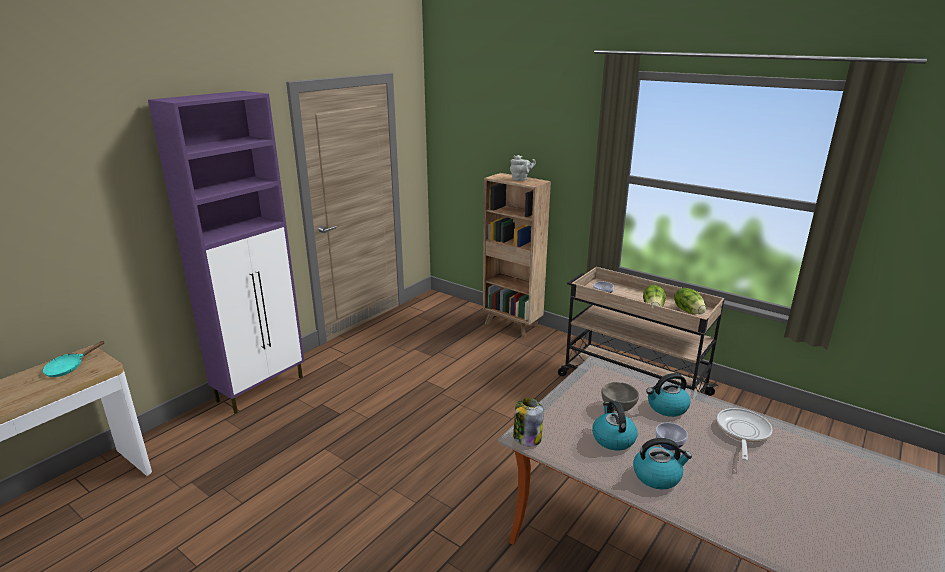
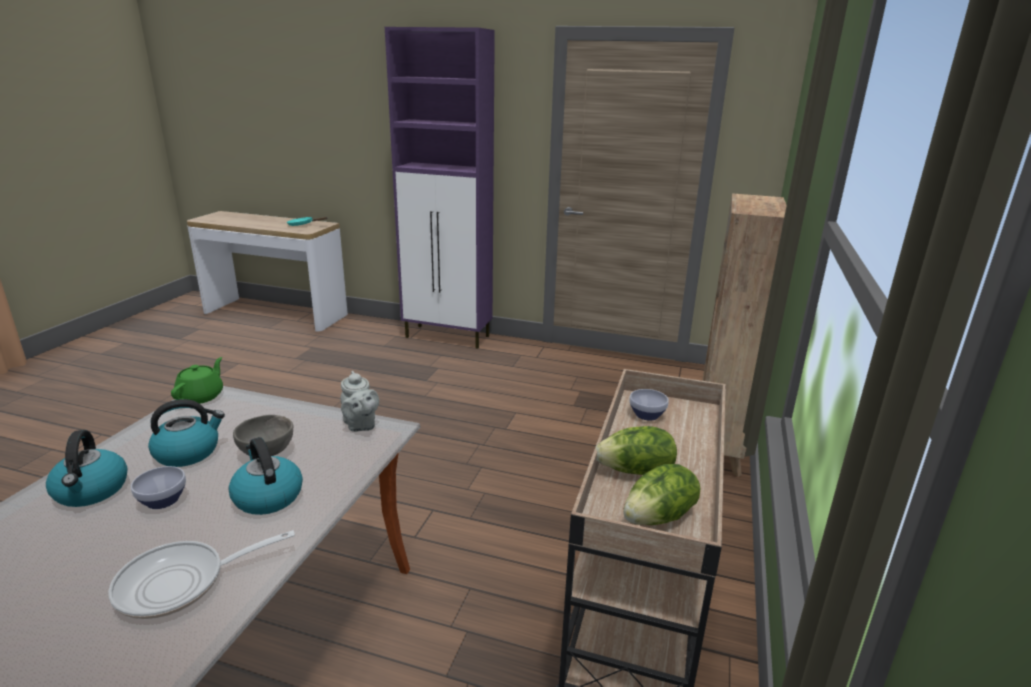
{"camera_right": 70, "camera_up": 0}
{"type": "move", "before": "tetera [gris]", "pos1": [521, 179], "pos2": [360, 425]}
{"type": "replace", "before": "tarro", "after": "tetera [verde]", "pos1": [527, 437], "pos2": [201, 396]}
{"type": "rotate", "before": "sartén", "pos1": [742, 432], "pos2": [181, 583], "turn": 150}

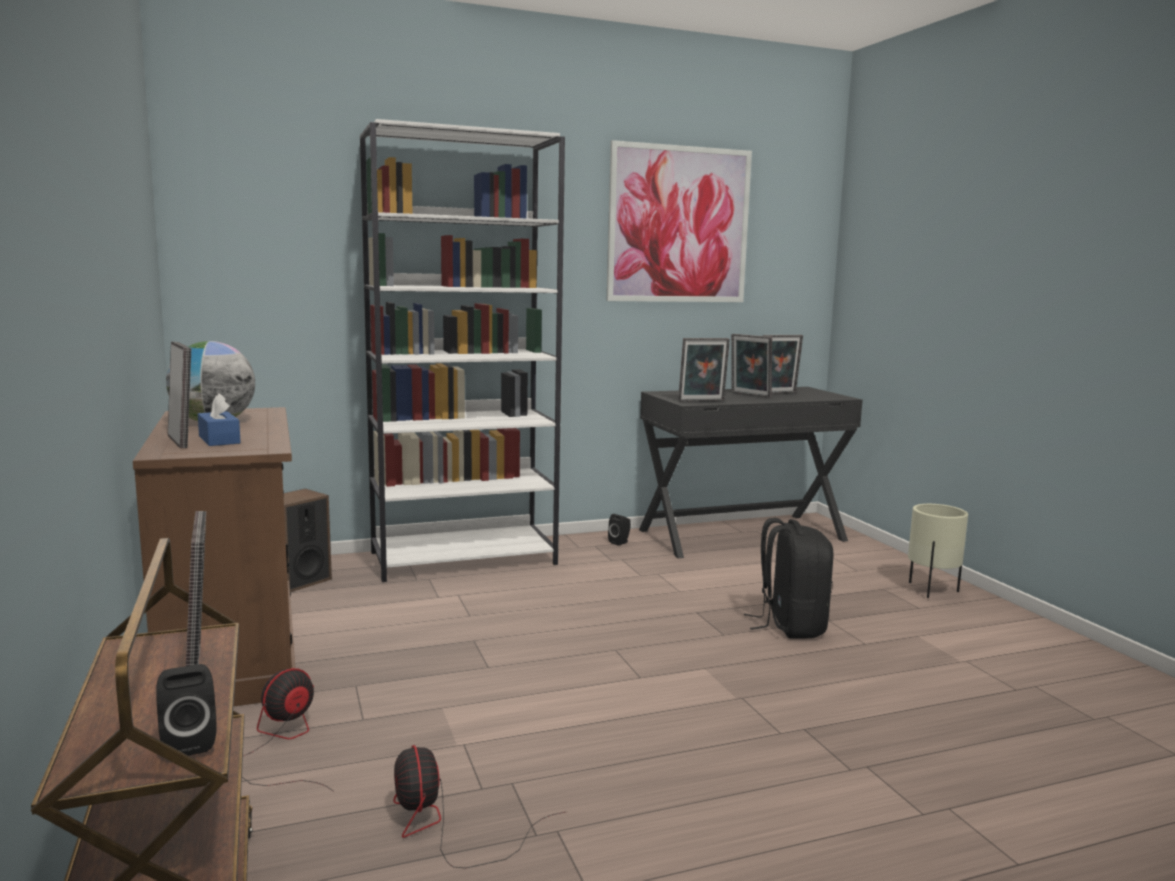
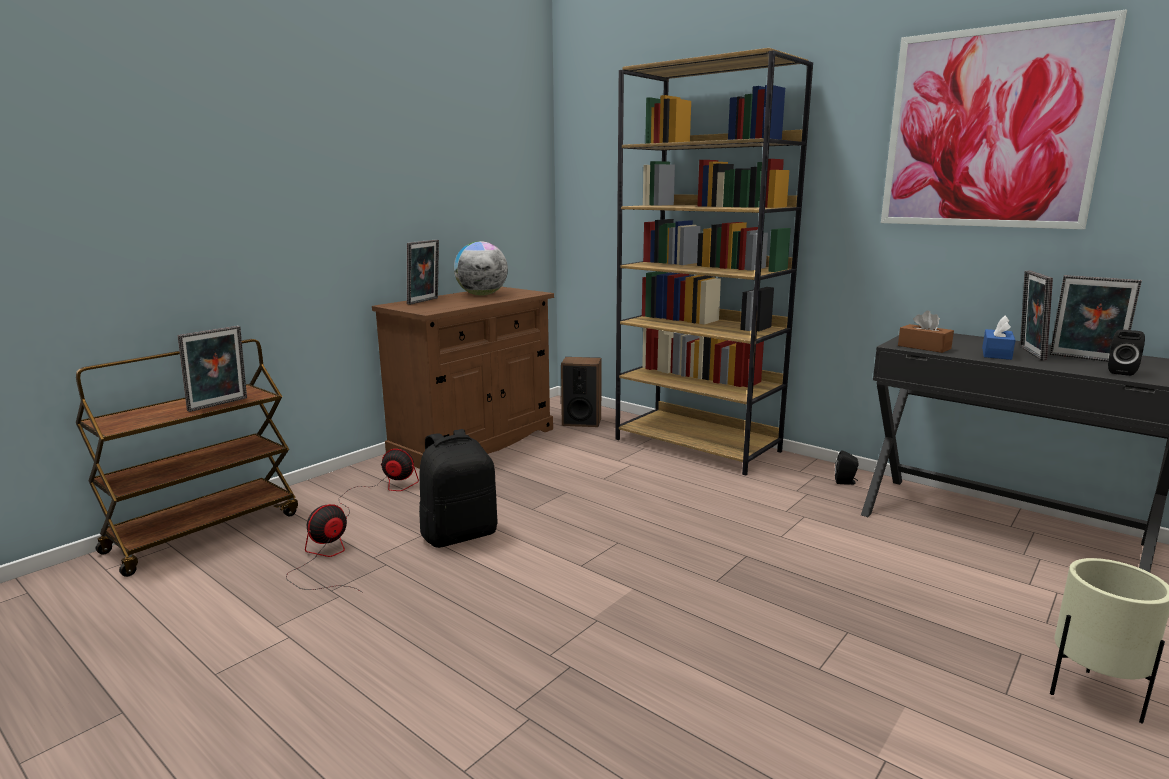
{"camera_right": 60, "camera_up": 5}
{"type": "move", "before": "altavoz [negro]", "pos1": [189, 742], "pos2": [1120, 371]}
{"type": "move", "before": "caja de pañuelos [azul]", "pos1": [219, 440], "pos2": [996, 353]}
{"type": "move", "before": "mochila [negro]", "pos1": [790, 626], "pos2": [460, 534]}
{"type": "replace", "before": "portarretratos", "after": "caja de pañuelos [marrón]", "pos1": [702, 401], "pos2": [924, 347]}
{"type": "recolor", "before": "estantería [blanco]", "after": "estantería [marrón]", "pos1": [464, 558], "pos2": [698, 445]}

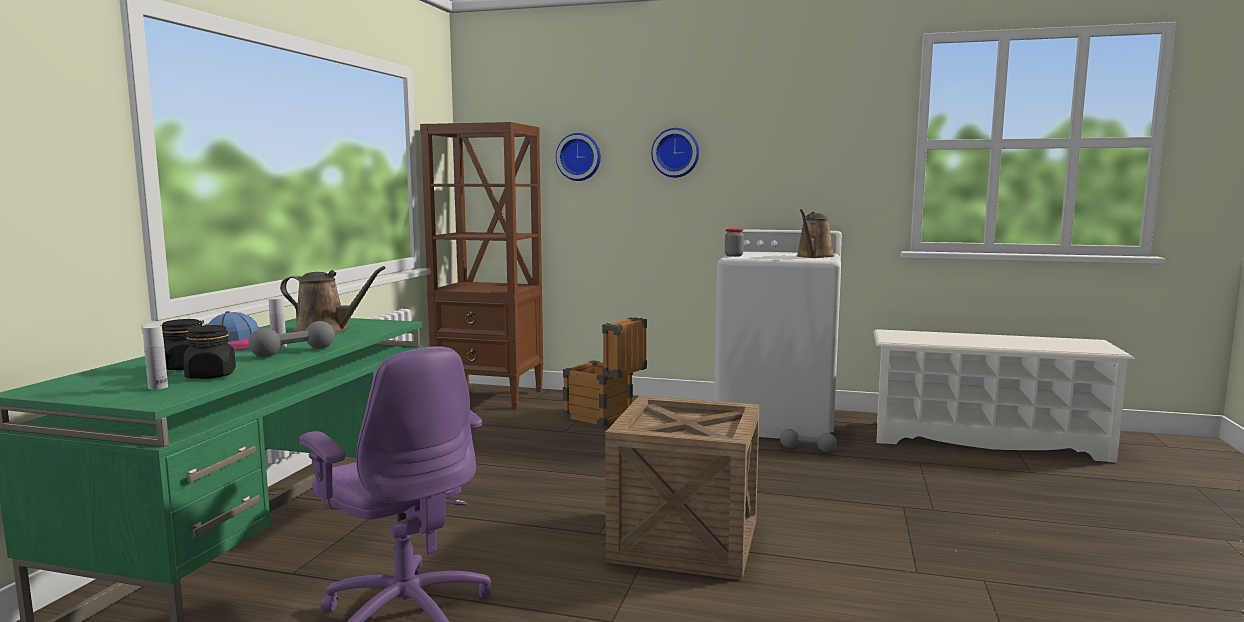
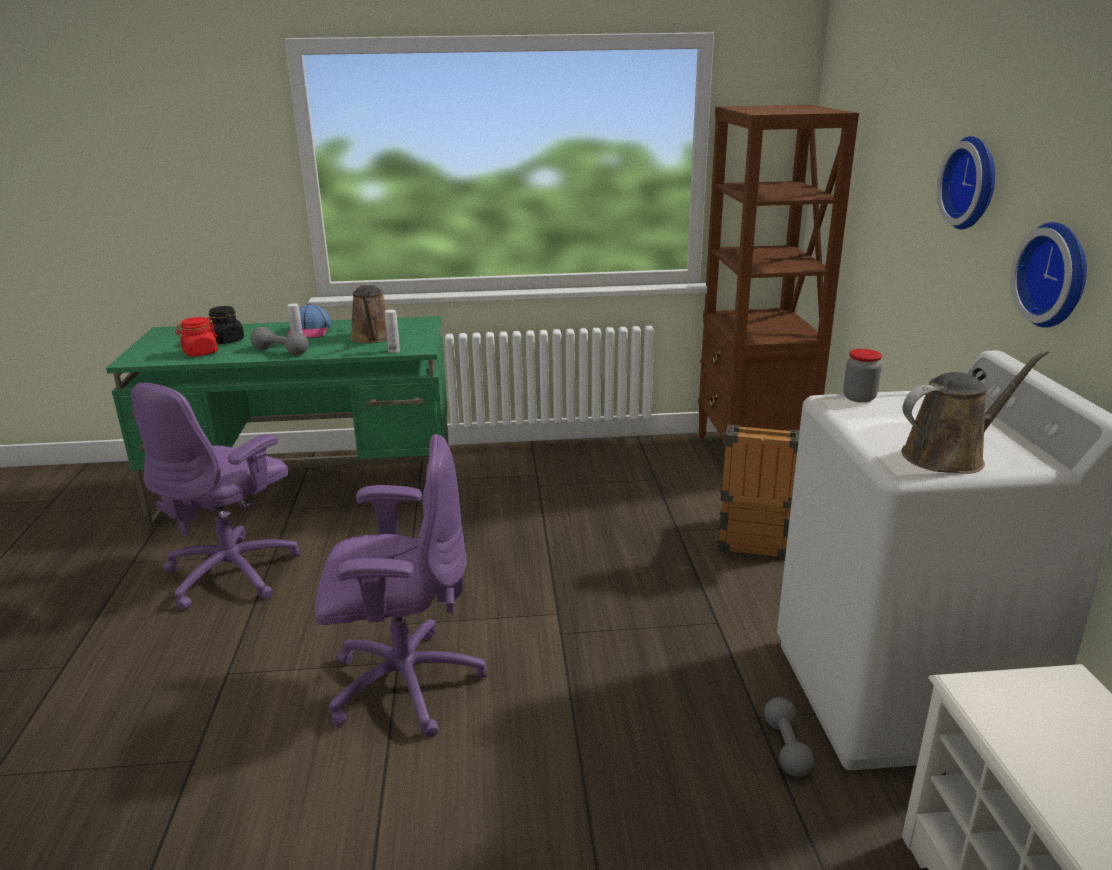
{"camera_right": 70, "camera_up": 15}
{"type": "move", "before": "botella [blanco]", "pos1": [158, 387], "pos2": [394, 350]}
{"type": "move", "before": "reloj de pared", "pos1": [579, 157], "pos2": [1057, 275]}
{"type": "replace", "before": "caja de embalaje", "after": "silla de oficina [morado]", "pos1": [685, 540], "pos2": [403, 684]}
{"type": "recolor", "before": "tarro [negro]", "after": "tarro [rojo]", "pos1": [211, 375], "pos2": [200, 353]}
{"type": "rotate", "before": "regadera [marrón]", "pos1": [814, 256], "pos2": [949, 456], "turn": 150}

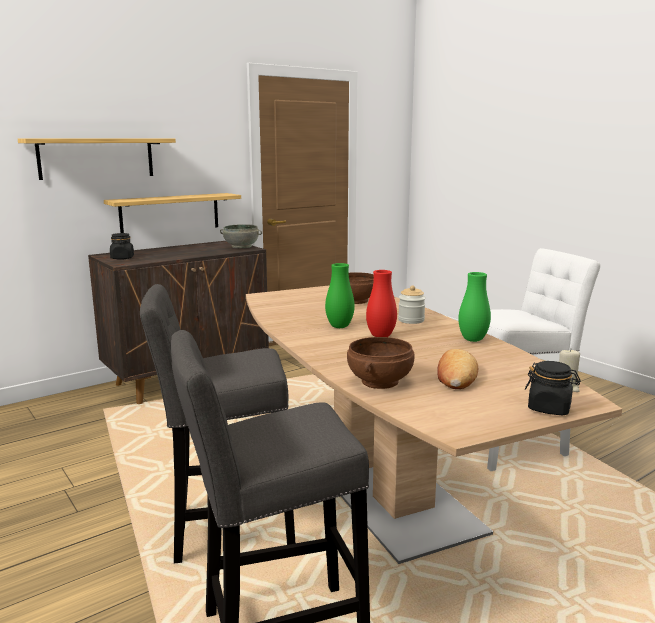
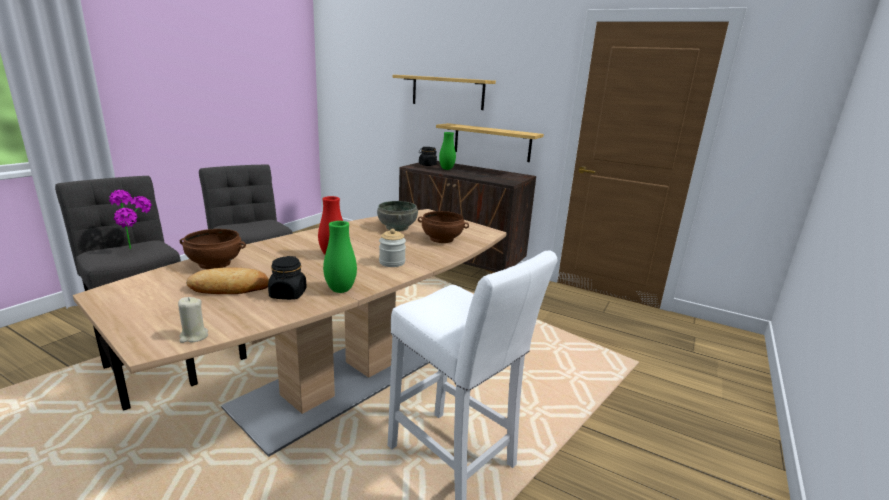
{"camera_right": 65, "camera_up": 5}
{"type": "insert", "after": "planta en maceta", "pos2": [138, 249]}
{"type": "move", "before": "cuenco [gris]", "pos1": [241, 246], "pos2": [397, 227]}
{"type": "move", "before": "florero [verde]", "pos1": [339, 326], "pos2": [446, 169]}
{"type": "move", "before": "tarro [negro]", "pos1": [549, 408], "pos2": [288, 294]}

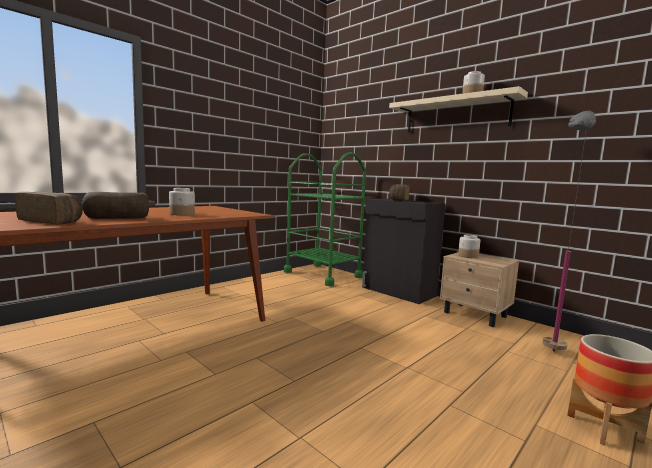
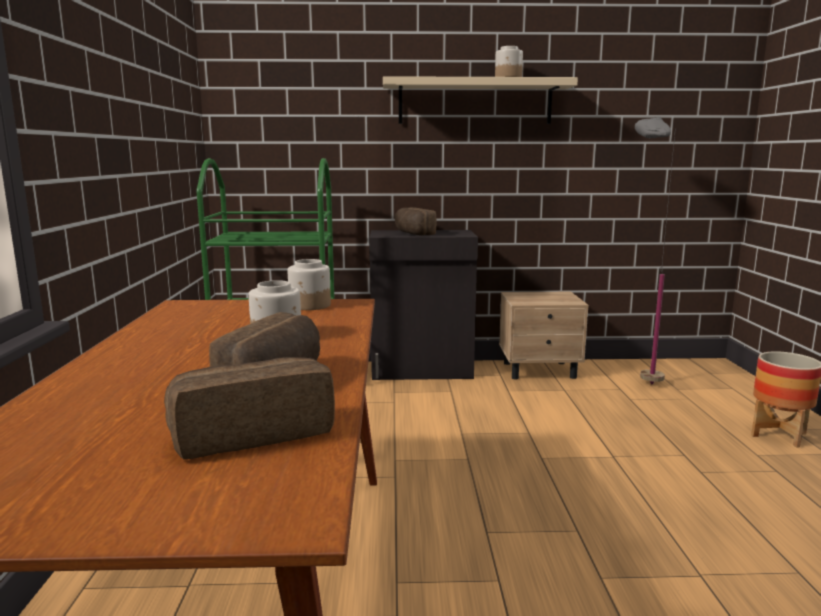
{"camera_right": -45, "camera_up": 5}
{"type": "move", "before": "tarro", "pos1": [468, 256], "pos2": [310, 305]}

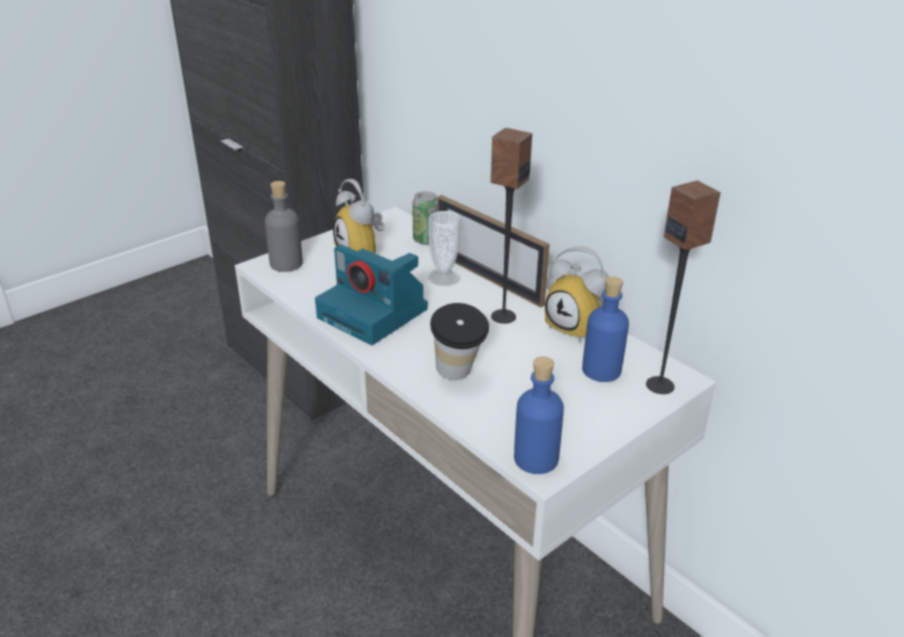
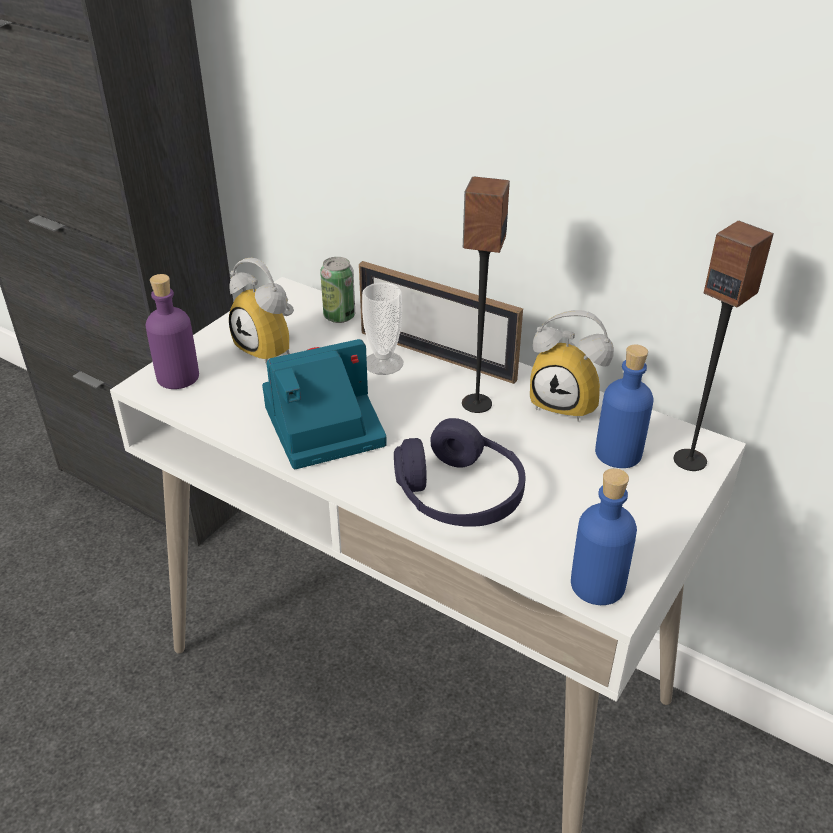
{"camera_right": -15, "camera_up": 5}
{"type": "replace", "before": "taza", "after": "auriculares [morado]", "pos1": [458, 377], "pos2": [459, 494]}
{"type": "recolor", "before": "botella [gris]", "after": "botella [morado]", "pos1": [286, 263], "pos2": [178, 377]}
{"type": "rotate", "before": "cámara", "pos1": [375, 314], "pos2": [321, 427], "turn": 135}

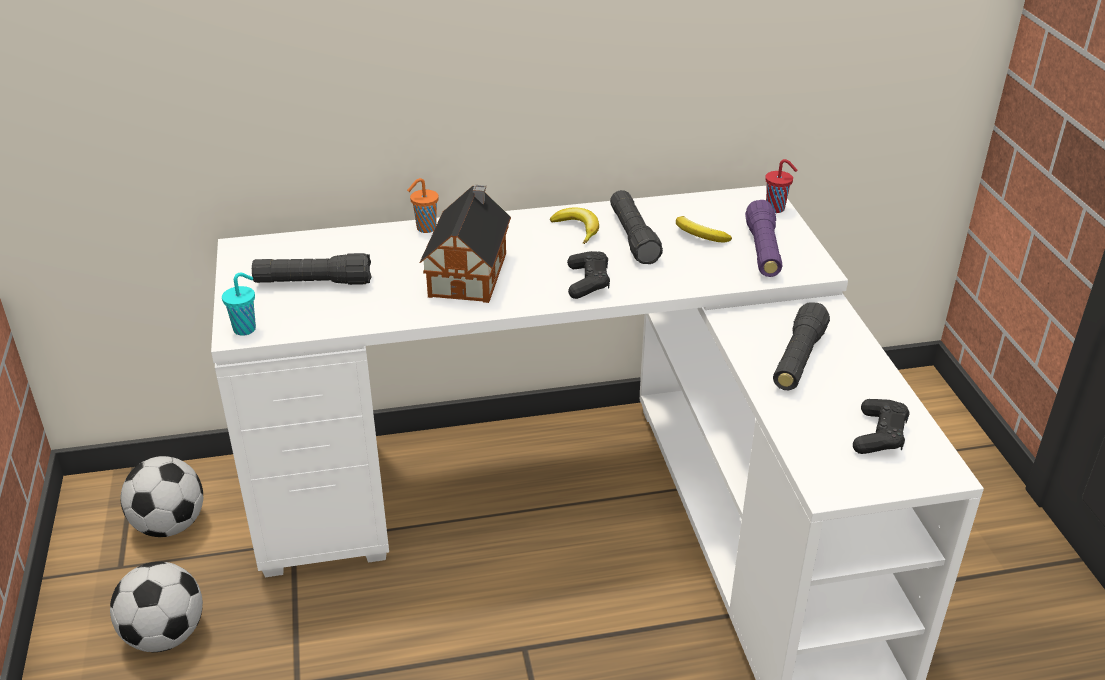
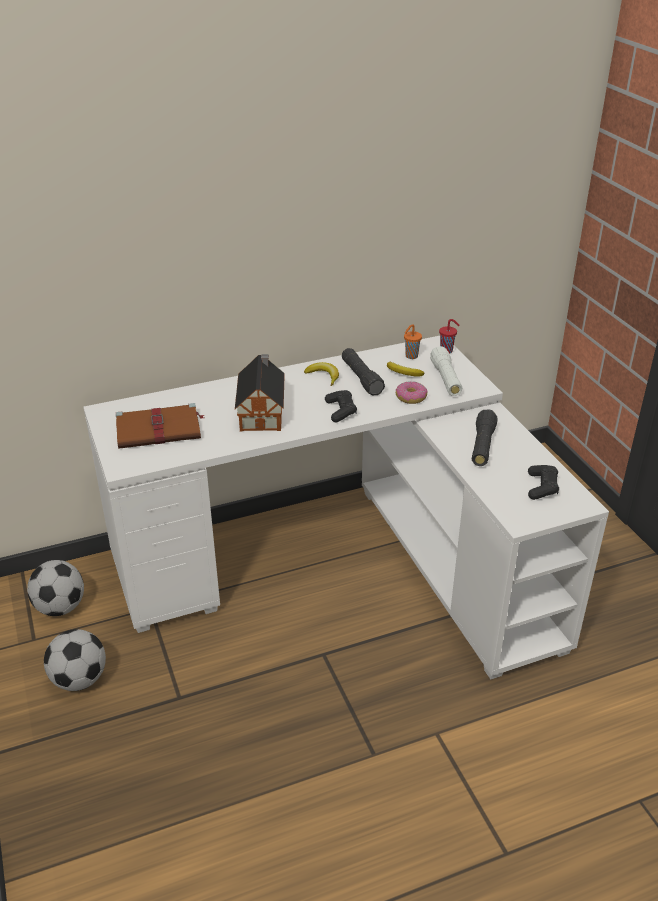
{"camera_right": -10, "camera_up": 0}
{"type": "delete", "before": "taza [turquesa]", "pos1": [246, 329]}
{"type": "insert", "after": "rosquilla", "pos2": [410, 397]}
{"type": "move", "before": "taza [naranja]", "pos1": [425, 228], "pos2": [411, 356]}
{"type": "replace", "before": "linterna [negro]", "after": "libro [marrón]", "pos1": [313, 283], "pos2": [160, 429]}
{"type": "recolor", "before": "linterna [morado]", "after": "linterna [blanco]", "pos1": [763, 251], "pos2": [446, 379]}

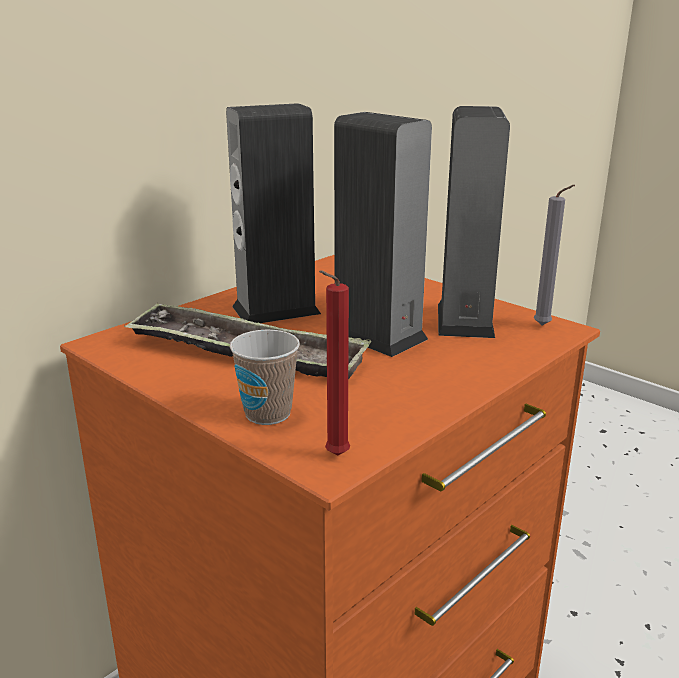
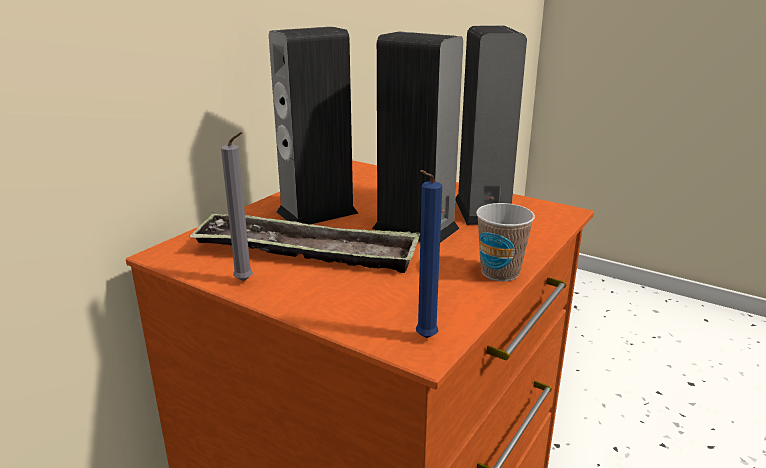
{"camera_right": -10, "camera_up": 0}
{"type": "move", "before": "taza", "pos1": [267, 413], "pos2": [500, 272]}
{"type": "move", "before": "vela [gris]", "pos1": [544, 326], "pos2": [246, 282]}
{"type": "recolor", "before": "vela [rojo]", "after": "vela [azul]", "pos1": [334, 457], "pos2": [424, 339]}

